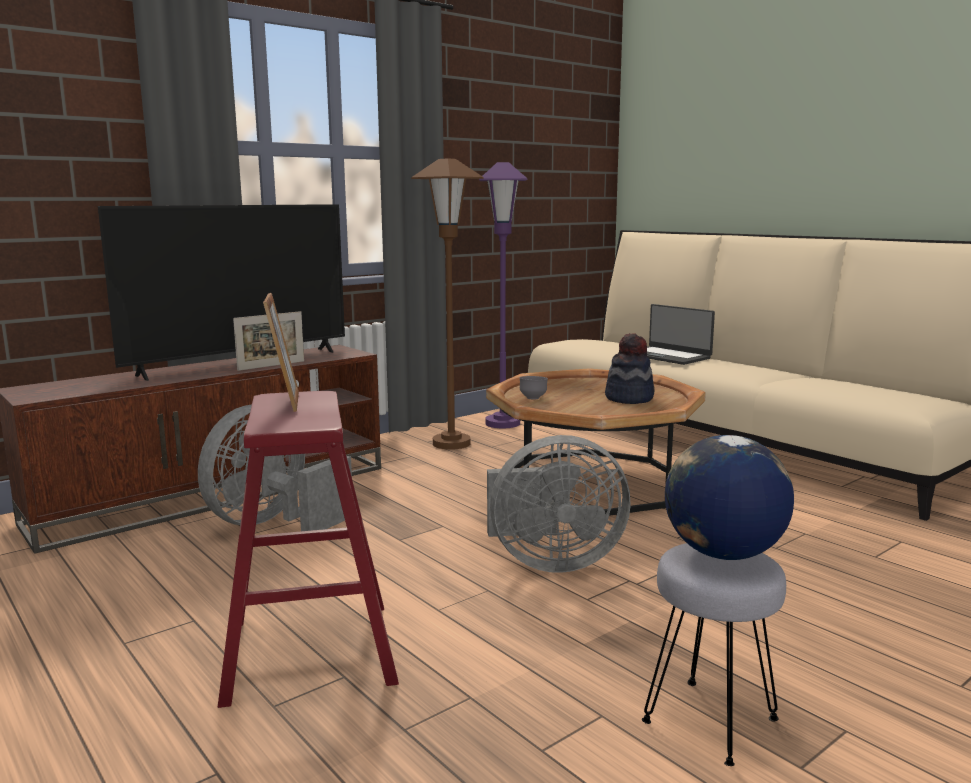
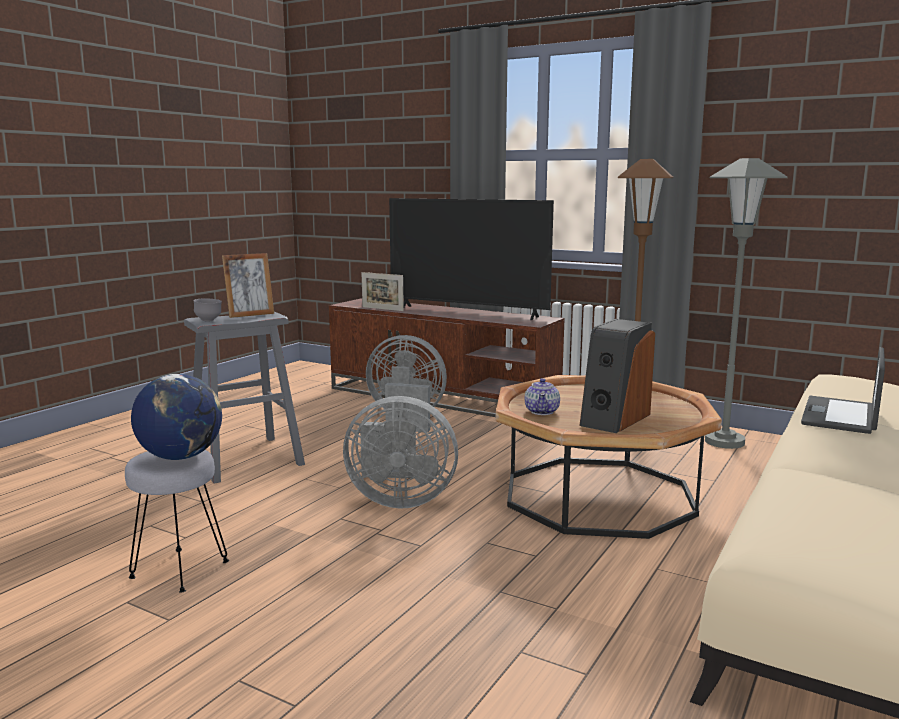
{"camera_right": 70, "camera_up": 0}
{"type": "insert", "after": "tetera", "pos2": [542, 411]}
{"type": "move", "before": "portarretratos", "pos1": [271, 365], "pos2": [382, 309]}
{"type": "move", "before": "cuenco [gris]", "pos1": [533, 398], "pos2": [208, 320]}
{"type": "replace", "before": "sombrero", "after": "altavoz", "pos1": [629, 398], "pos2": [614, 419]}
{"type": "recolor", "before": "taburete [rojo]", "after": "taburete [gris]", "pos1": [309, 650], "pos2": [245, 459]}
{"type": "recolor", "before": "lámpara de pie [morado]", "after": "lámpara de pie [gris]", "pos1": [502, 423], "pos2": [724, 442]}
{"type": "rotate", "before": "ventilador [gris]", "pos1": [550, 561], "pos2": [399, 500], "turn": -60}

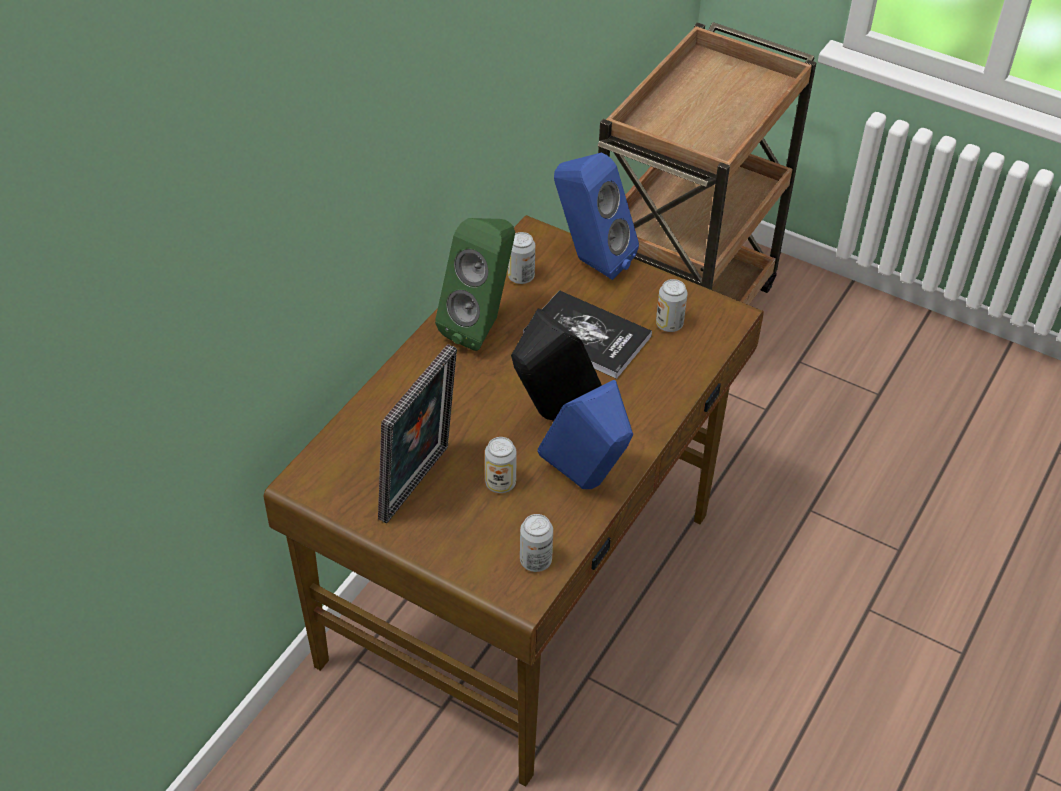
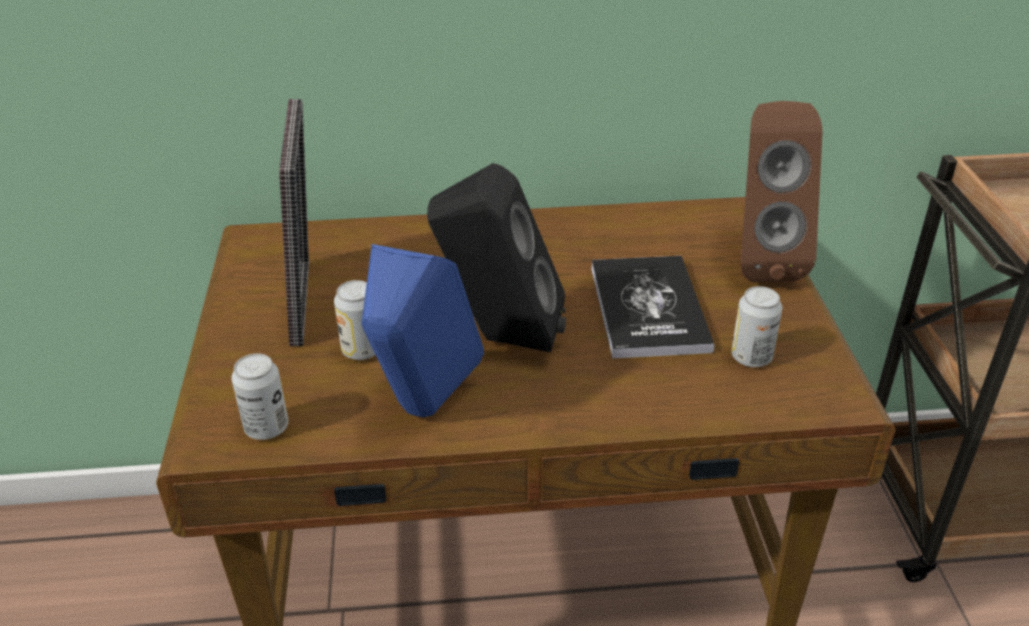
{"camera_right": 55, "camera_up": -10}
{"type": "delete", "before": "altavoz [verde]", "pos1": [481, 326]}
{"type": "delete", "before": "lata", "pos1": [521, 277]}
{"type": "recolor", "before": "altavoz [azul]", "after": "altavoz [marrón]", "pos1": [590, 261], "pos2": [760, 260]}
{"type": "rotate", "before": "portarretratos", "pos1": [420, 485], "pos2": [309, 302], "turn": -90}

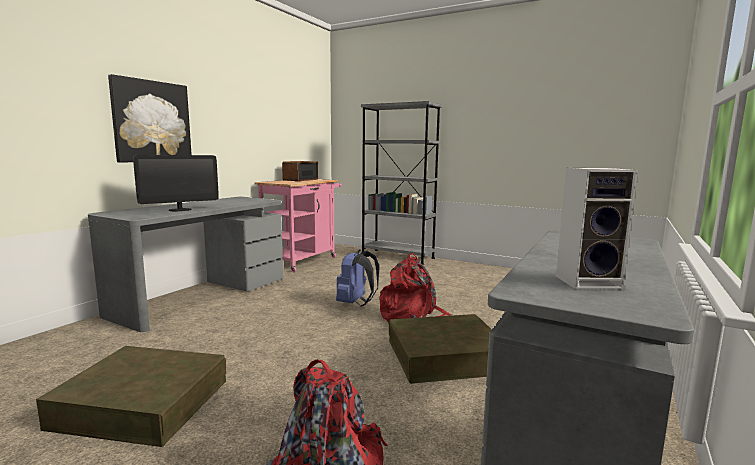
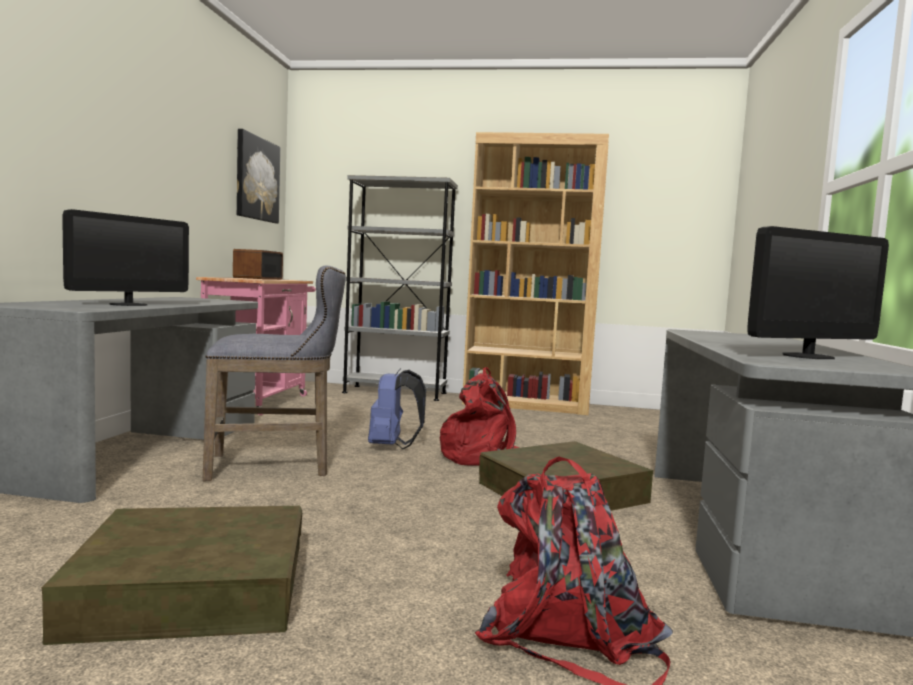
{"camera_right": -20, "camera_up": -5}
{"type": "insert", "after": "taburete [gris]", "pos2": [276, 466]}
{"type": "insert", "after": "estantería [marrón]", "pos2": [526, 404]}
{"type": "move", "before": "cuadro", "pos1": [152, 122], "pos2": [256, 179]}
{"type": "replace", "before": "altavoz", "after": "monitor", "pos1": [589, 282], "pos2": [807, 356]}

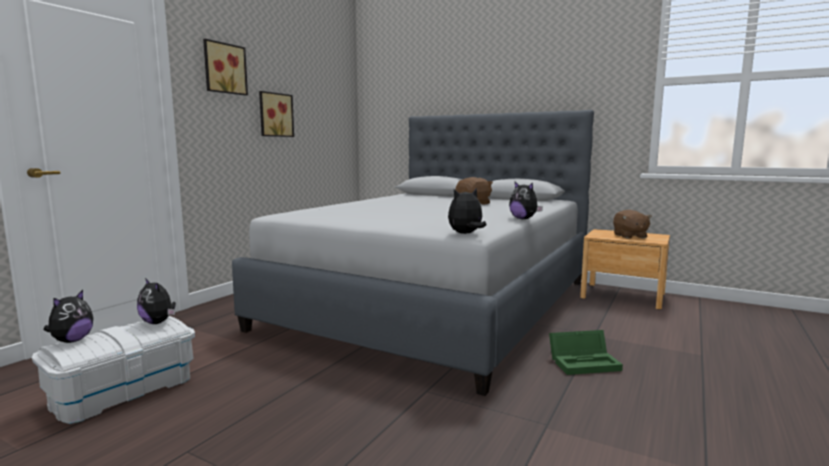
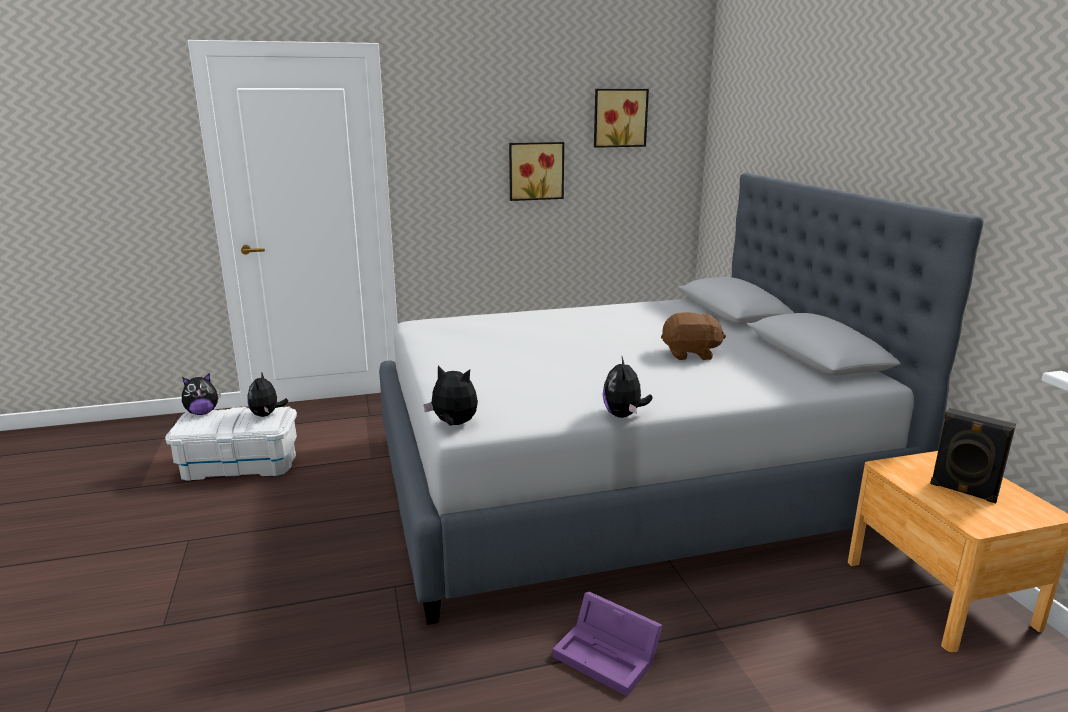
{"camera_right": 45, "camera_up": 10}
{"type": "move", "before": "cuadro", "pos1": [224, 68], "pos2": [619, 118]}
{"type": "replace", "before": "peluche [marrón]", "after": "altavoz [negro]", "pos1": [629, 236], "pos2": [963, 491]}
{"type": "recolor", "before": "caja de almacenaje [verde]", "after": "caja de almacenaje [morado]", "pos1": [585, 362], "pos2": [609, 656]}

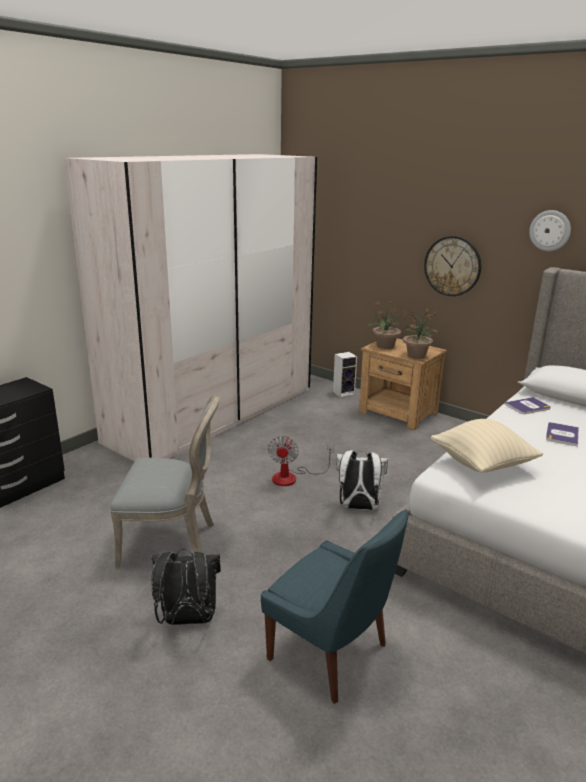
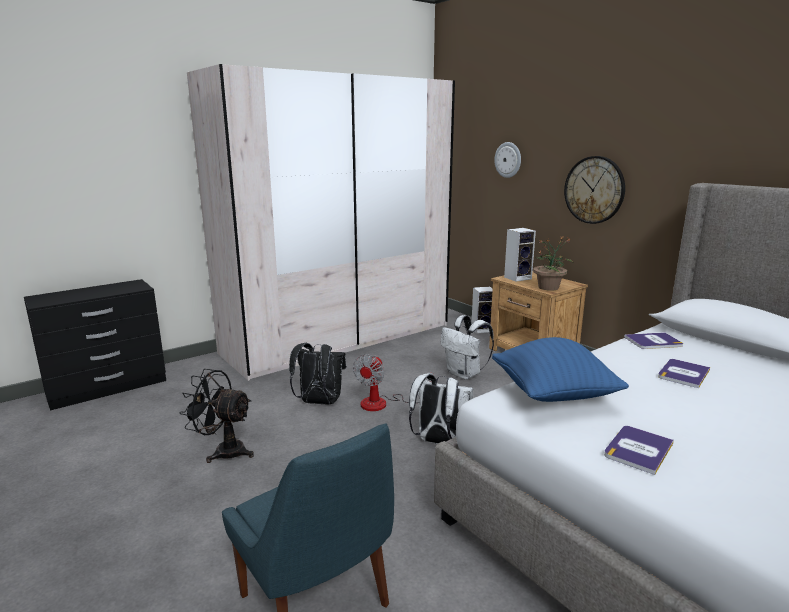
{"camera_right": 15, "camera_up": -5}
{"type": "insert", "after": "mochila [blanco]", "pos2": [465, 374]}
{"type": "insert", "after": "libro", "pos2": [638, 449]}
{"type": "move", "before": "mochila [negro]", "pos1": [187, 620], "pos2": [319, 402]}
{"type": "move", "before": "reloj de pared", "pos1": [550, 230], "pos2": [508, 160]}
{"type": "replace", "before": "silla [gris]", "after": "ventilador [negro]", "pos1": [172, 542], "pos2": [223, 451]}
{"type": "replace", "before": "planta en maceta", "after": "altavoz", "pos1": [384, 346], "pos2": [518, 278]}
{"type": "recolor", "before": "cojín [beis]", "after": "cojín [azul]", "pos1": [482, 465], "pos2": [553, 395]}

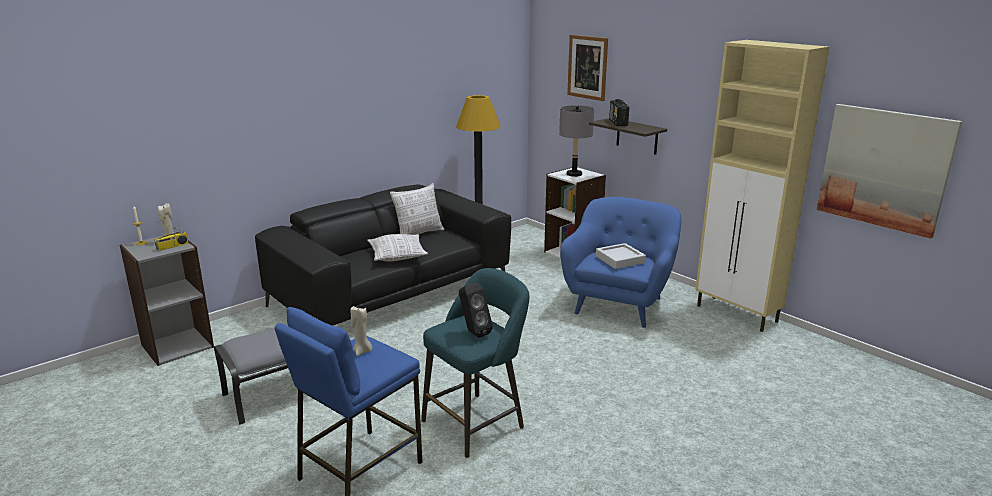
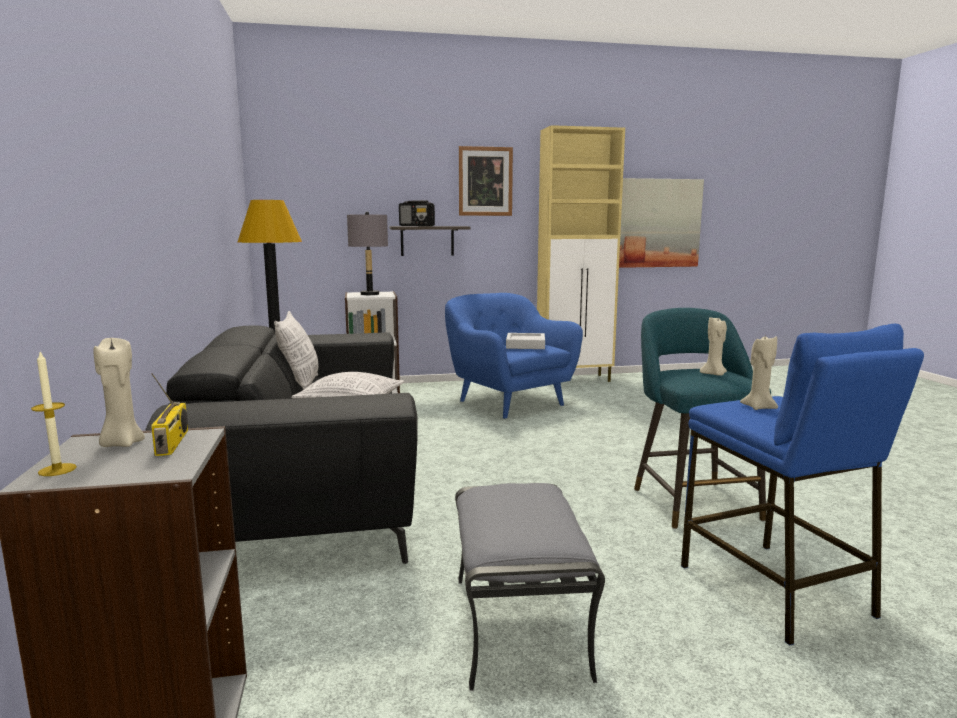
{"camera_right": -60, "camera_up": -10}
{"type": "move", "before": "cuadro", "pos1": [587, 67], "pos2": [485, 181]}
{"type": "replace", "before": "altavoz [negro]", "after": "vela [beis]", "pos1": [473, 332], "pos2": [714, 374]}

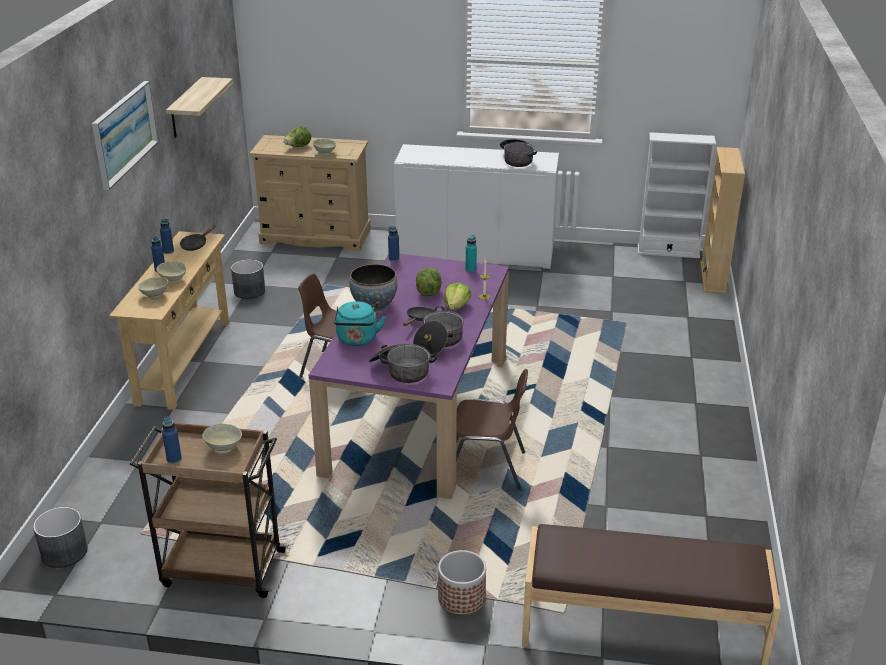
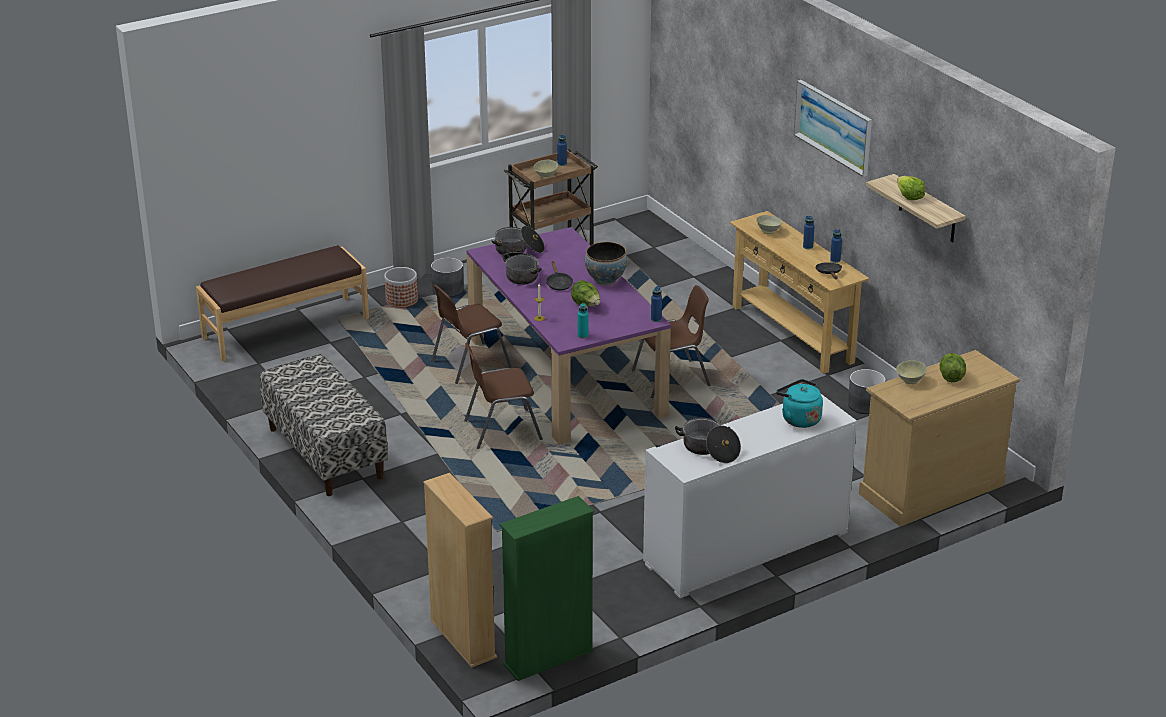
{"camera_right": 140, "camera_up": 0}
{"type": "delete", "before": "cuenco [beis]", "pos1": [173, 280]}
{"type": "insert", "after": "banco", "pos2": [325, 453]}
{"type": "insert", "after": "silla [marrón]", "pos2": [501, 430]}
{"type": "move", "before": "maceta [gris]", "pos1": [64, 552], "pos2": [448, 290]}
{"type": "move", "before": "hervidor [turquesa]", "pos1": [357, 340], "pos2": [799, 419]}
{"type": "move", "before": "lechuga", "pos1": [456, 306], "pos2": [909, 196]}
{"type": "recolor", "before": "estantería [blanco]", "after": "estantería [verde]", "pos1": [668, 251], "pos2": [548, 658]}

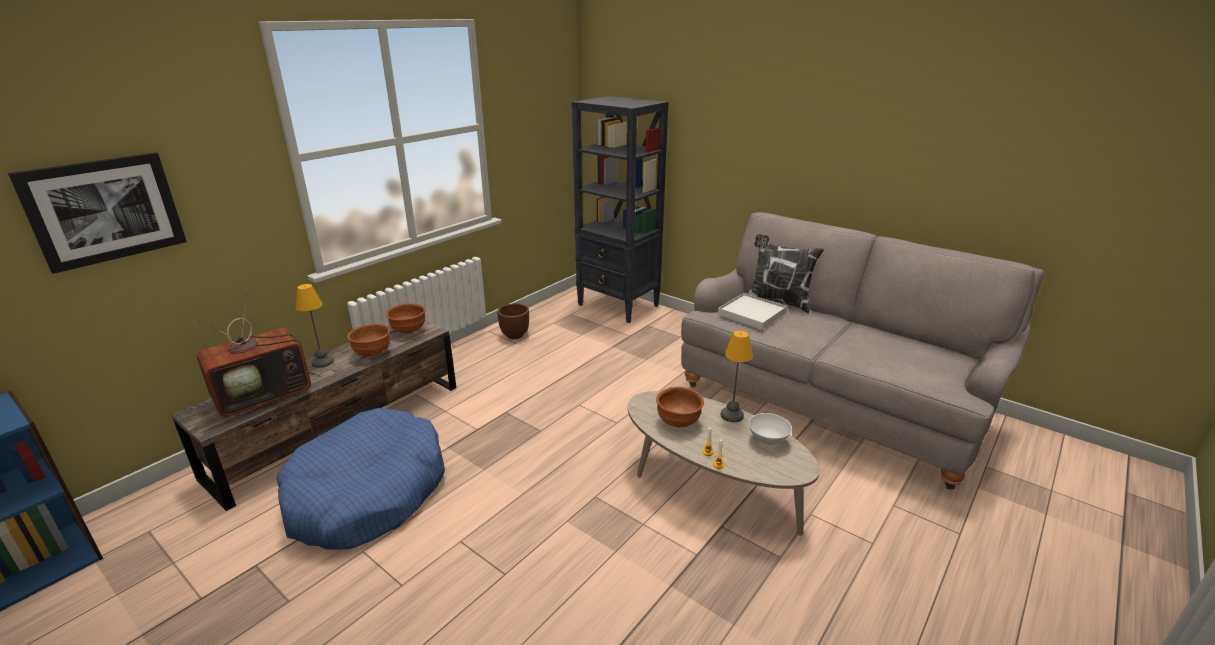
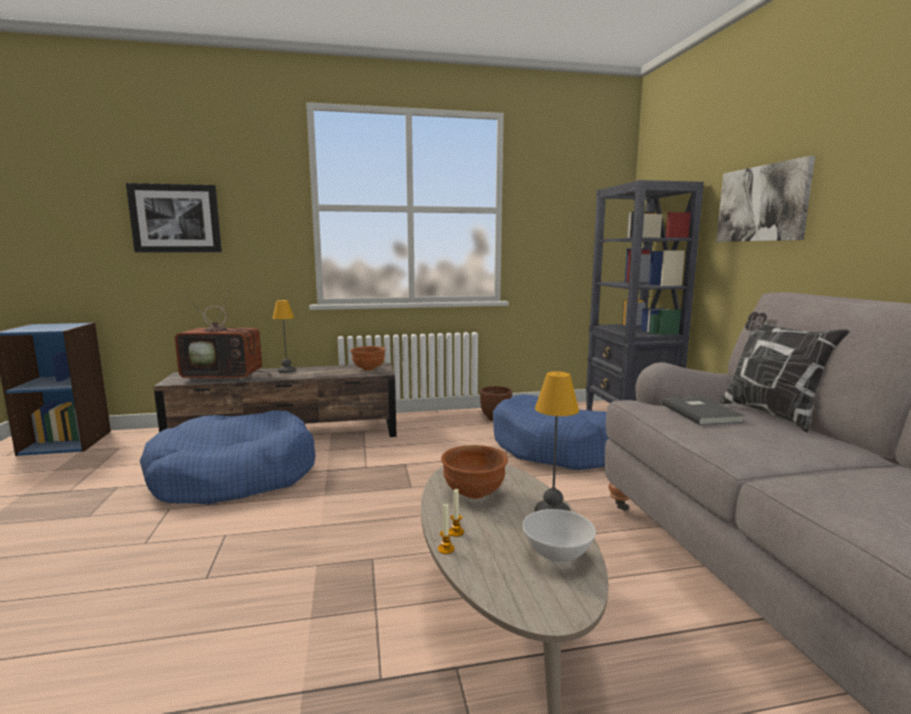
{"camera_right": 40, "camera_up": -15}
{"type": "delete", "before": "cuenco [marrón]", "pos1": [372, 353]}
{"type": "insert", "after": "cama para perro [azul]", "pos2": [557, 448]}
{"type": "insert", "after": "cuadro", "pos2": [762, 203]}
{"type": "replace", "before": "bandeja [blanco]", "after": "libro [gris]", "pos1": [752, 313], "pos2": [702, 413]}

